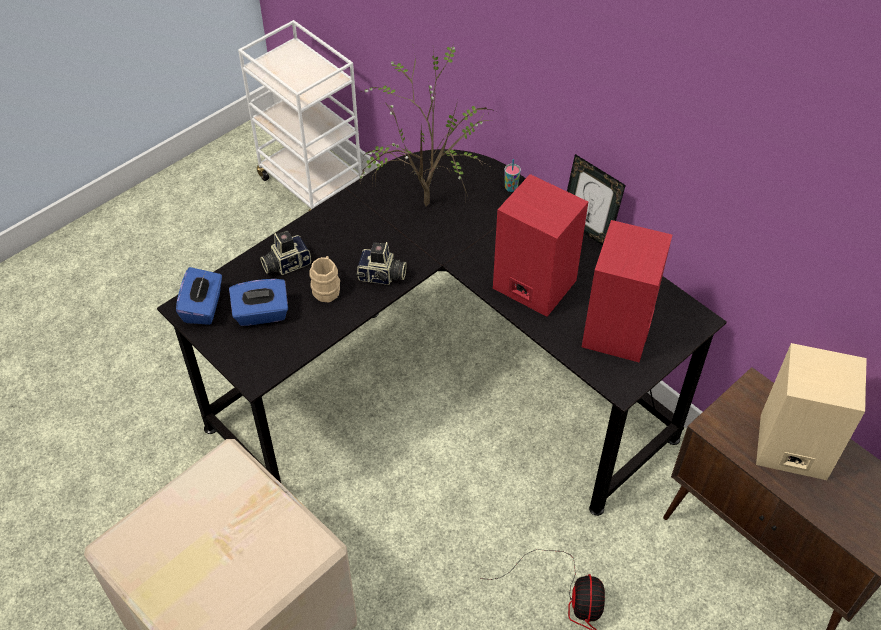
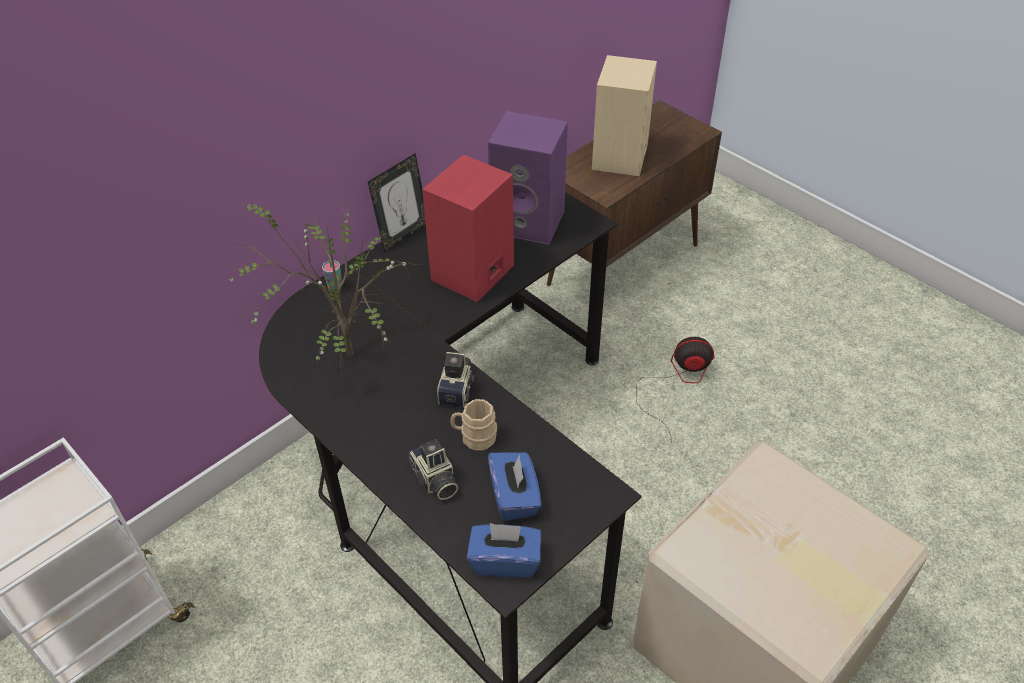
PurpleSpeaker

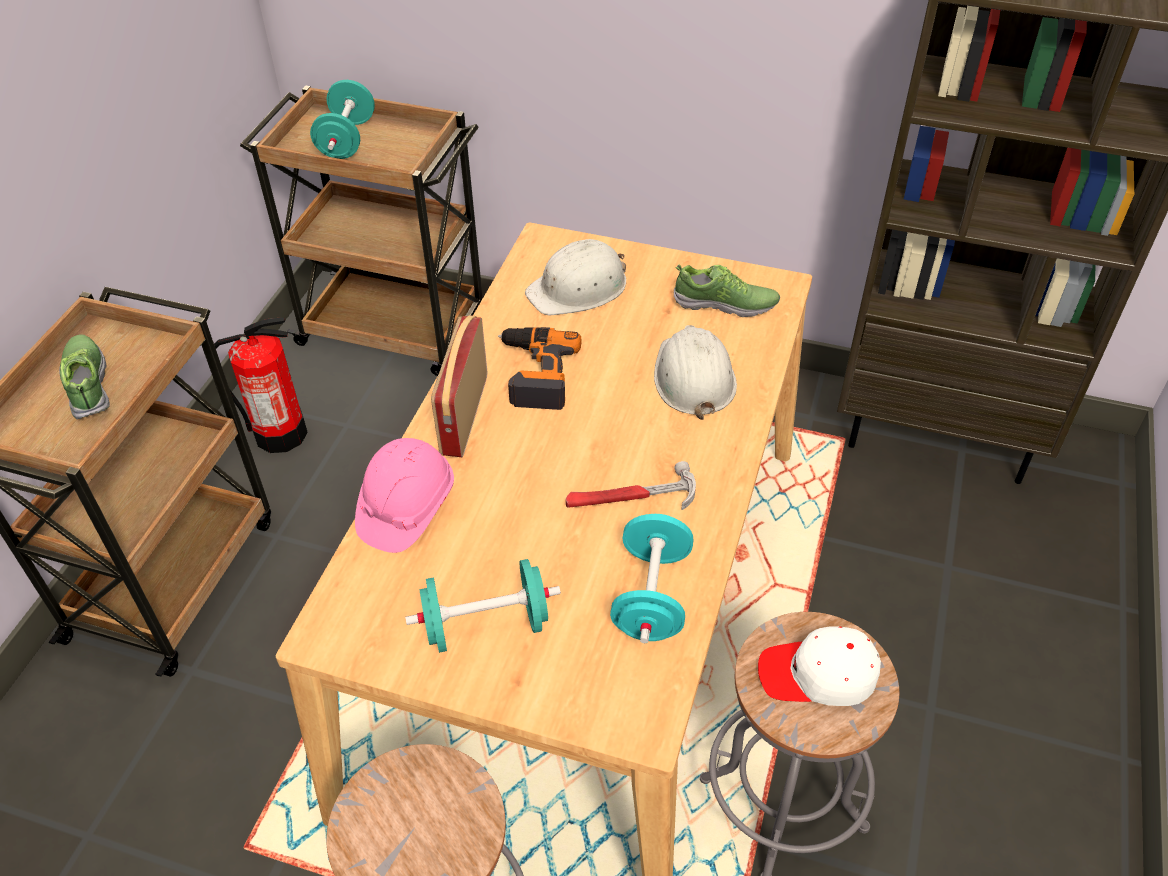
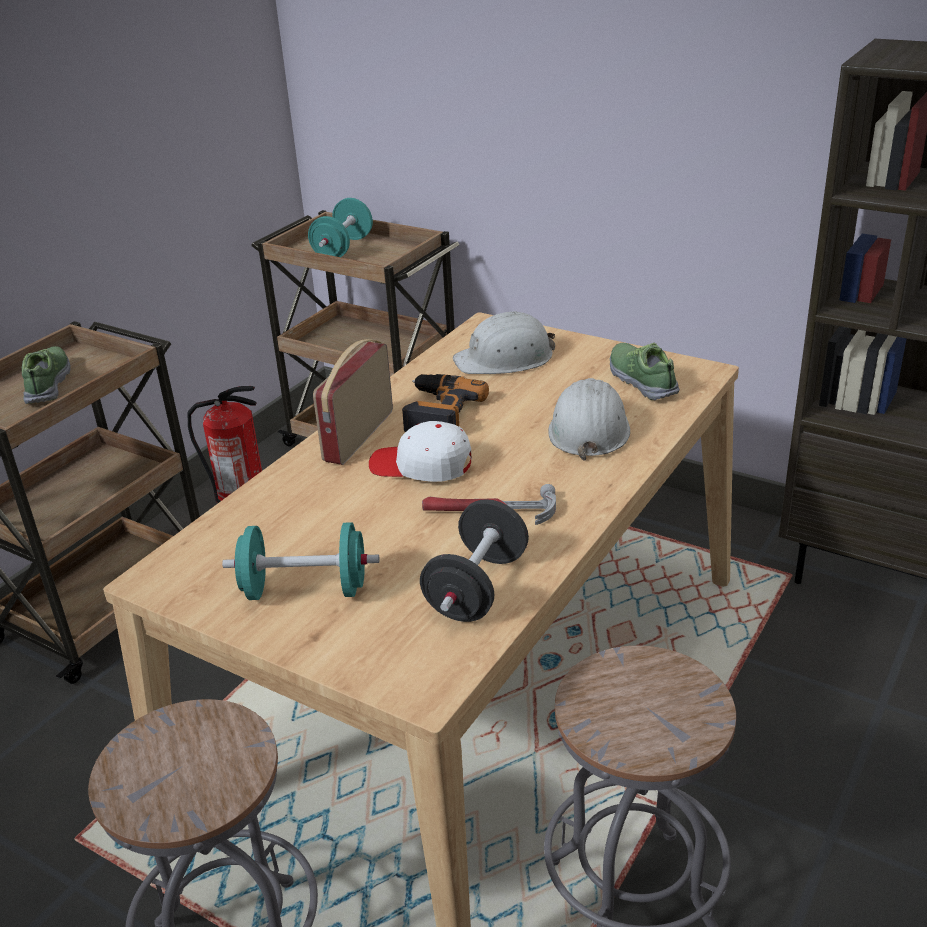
Shoe (no. 2 from left)
PinkHardHat
BlackDumbbell
WhiteCap

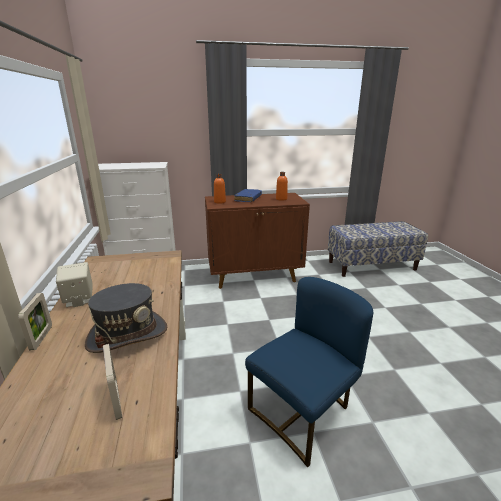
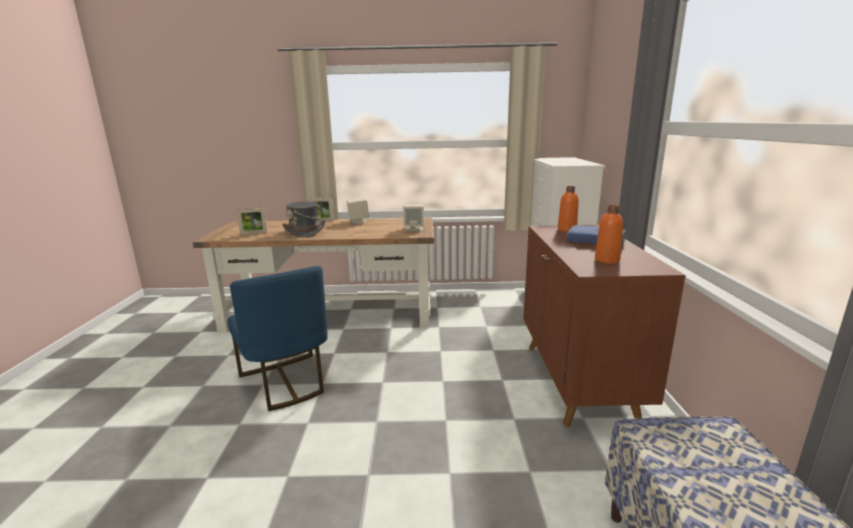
BeigeSpeaker (no. 2 from left)

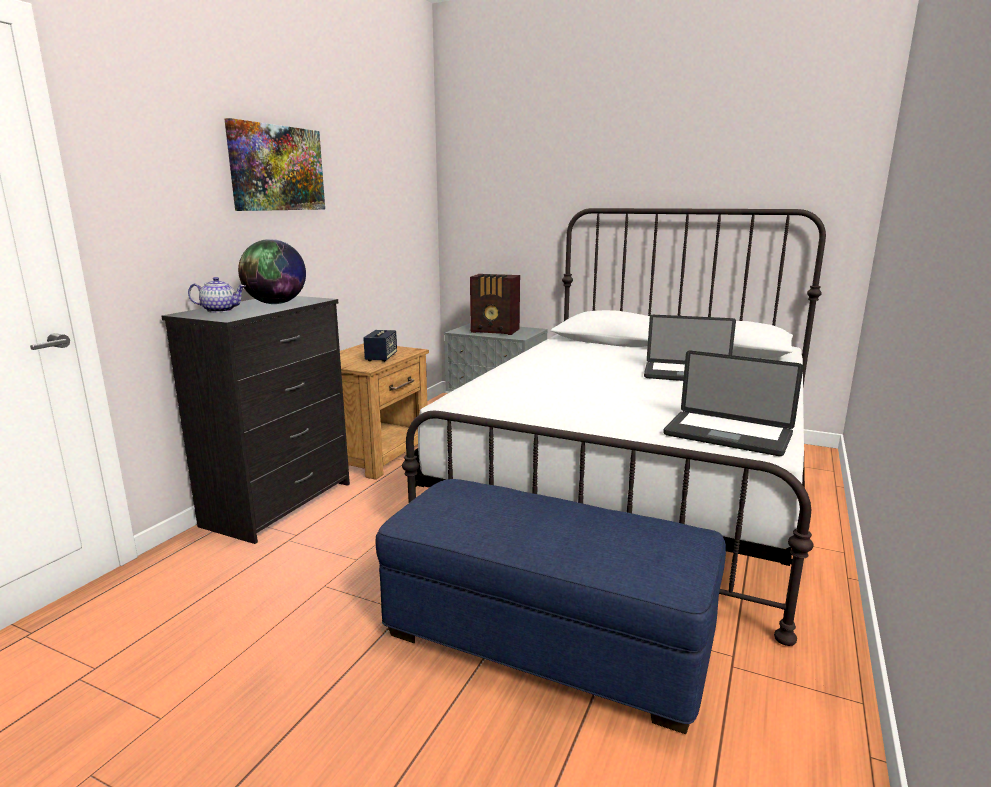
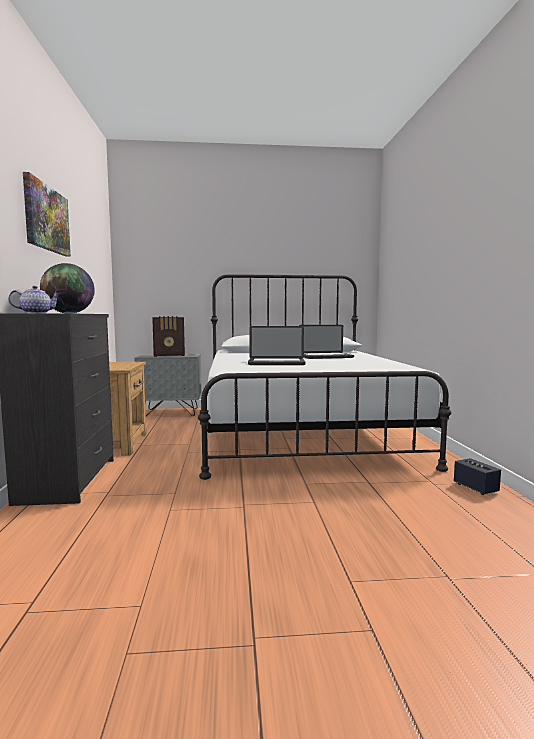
Speaker
Laptop (no. 1 from left)
BlueOttoman

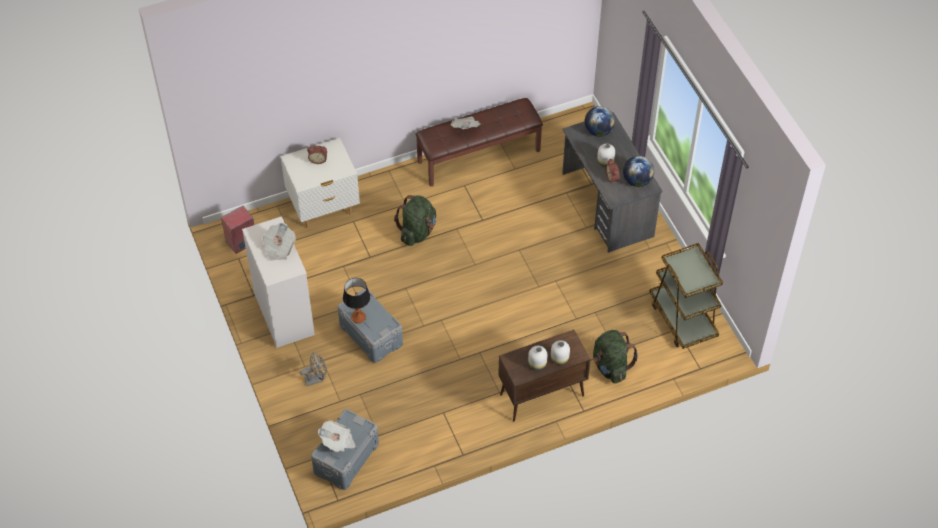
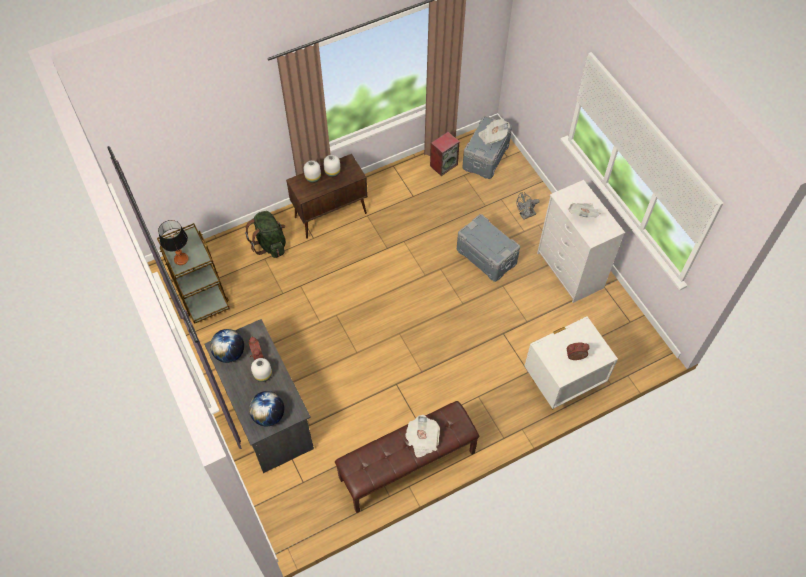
GreenBackpack (no. 1 from left in the first image)
Speaker
TableLamp

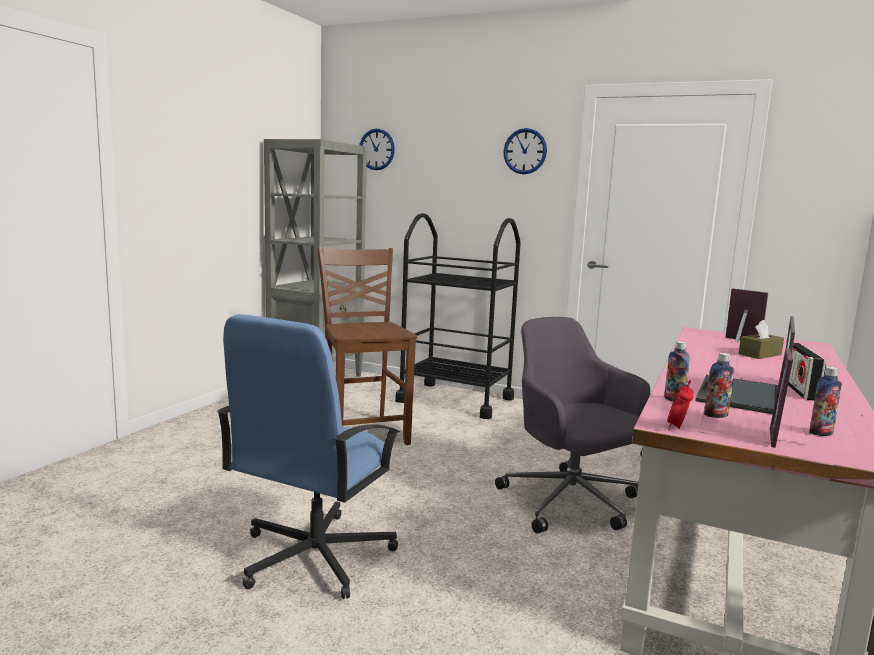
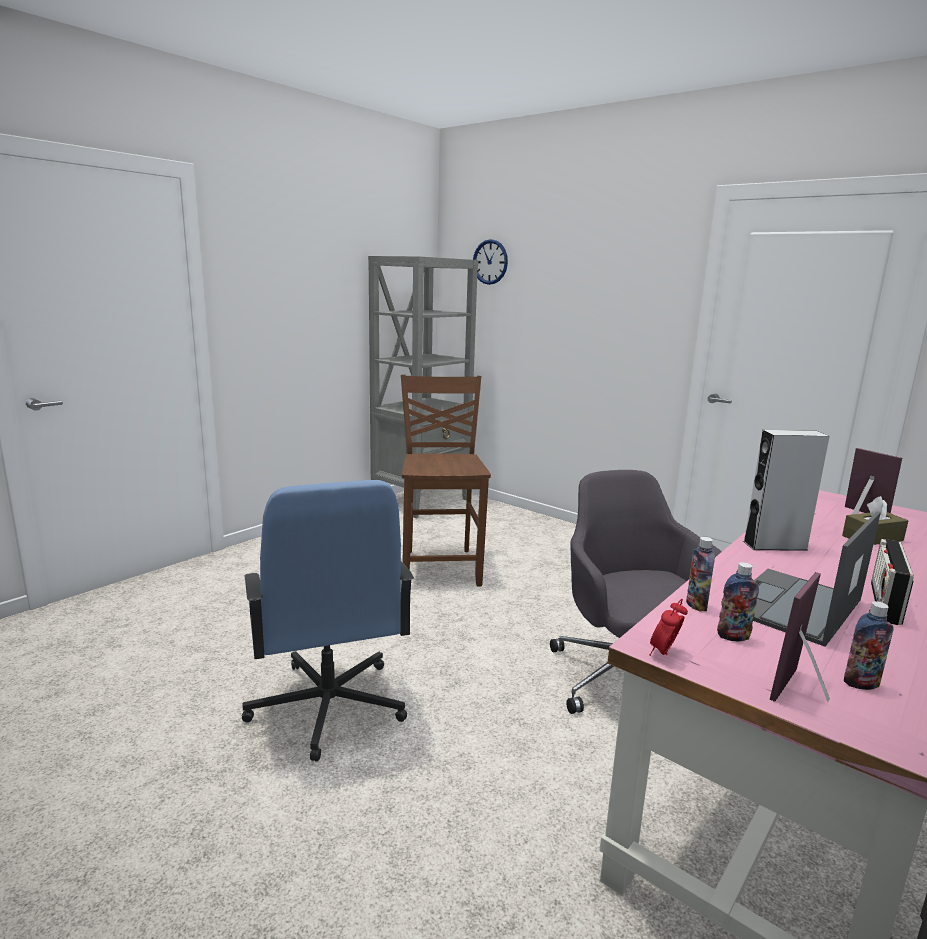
WallClock (no. 2 from left in the first image)
BlackCart
BlueOfficeChair
GreySpeaker

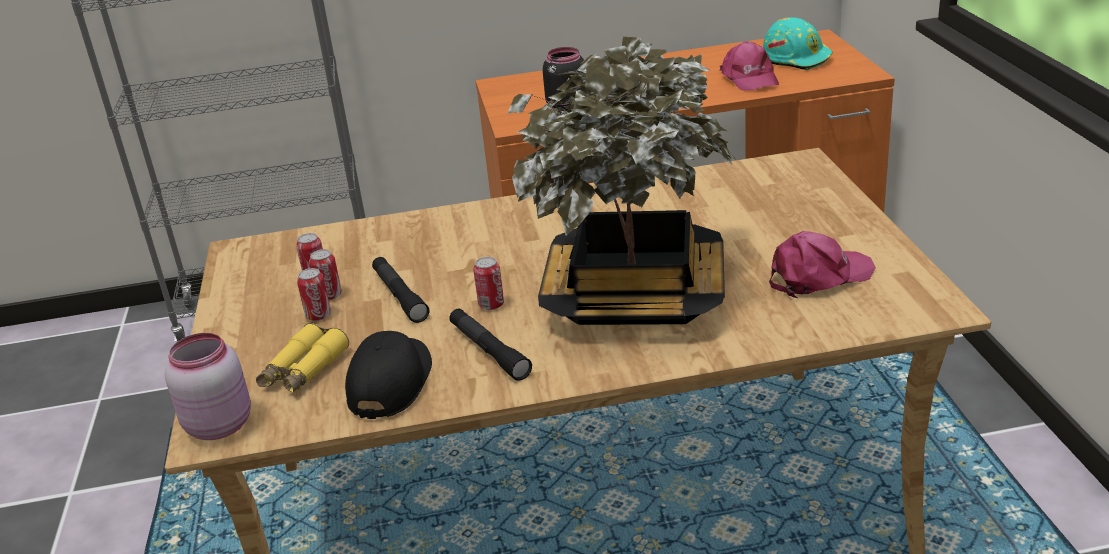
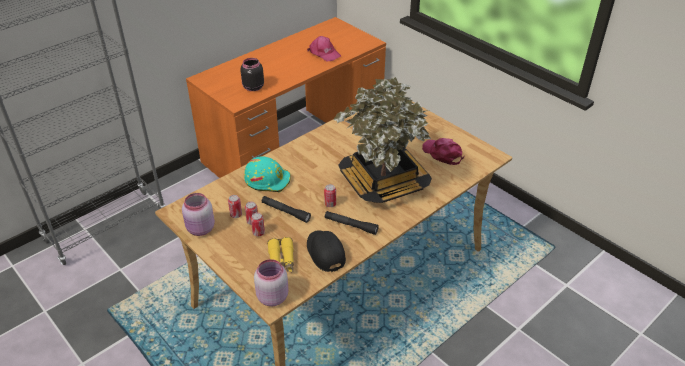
TurquoiseHardHat
PinkCap (no. 2 from left)
PinkJar (no. 1 from left)

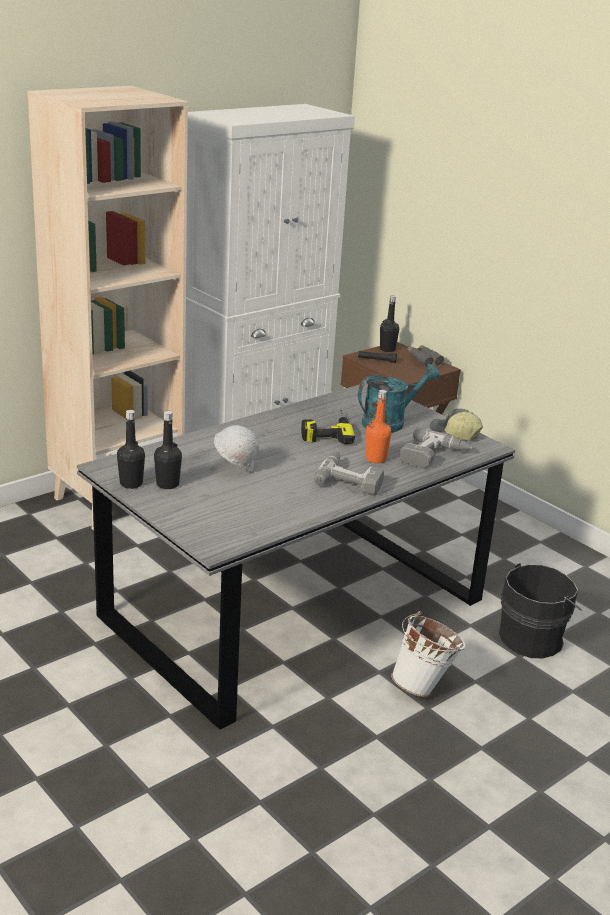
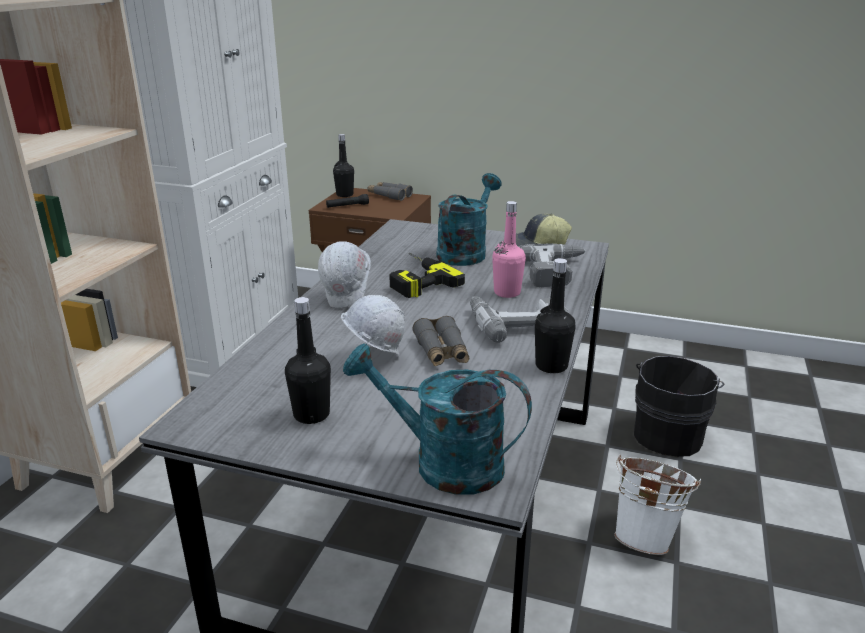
PinkBottle
BlackBottle (no. 3 from left)
WhiteHardHat (no. 1 from left)
GreyBinoculars (no. 2 from left)
TurquoiseWateringCan (no. 1 from left)

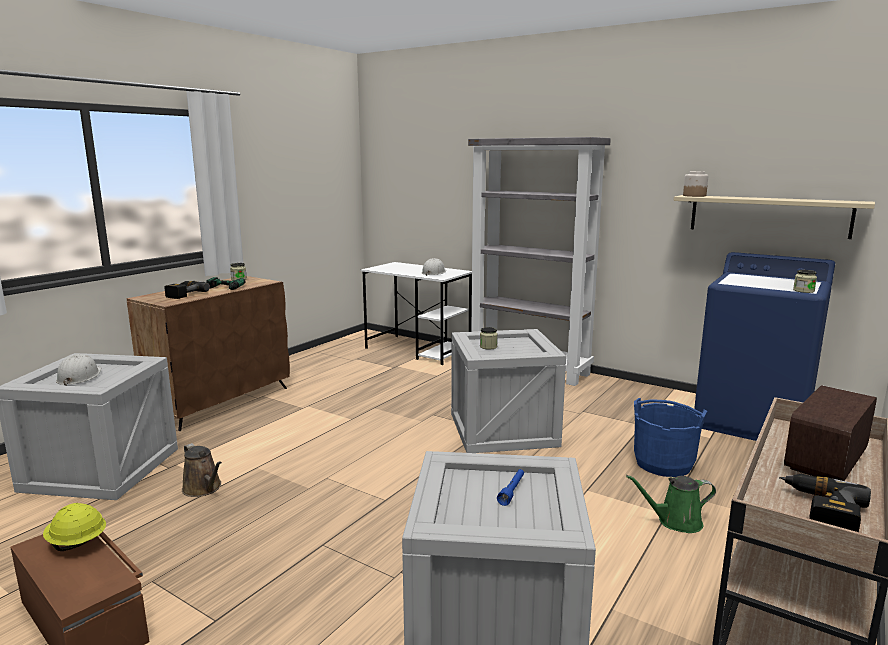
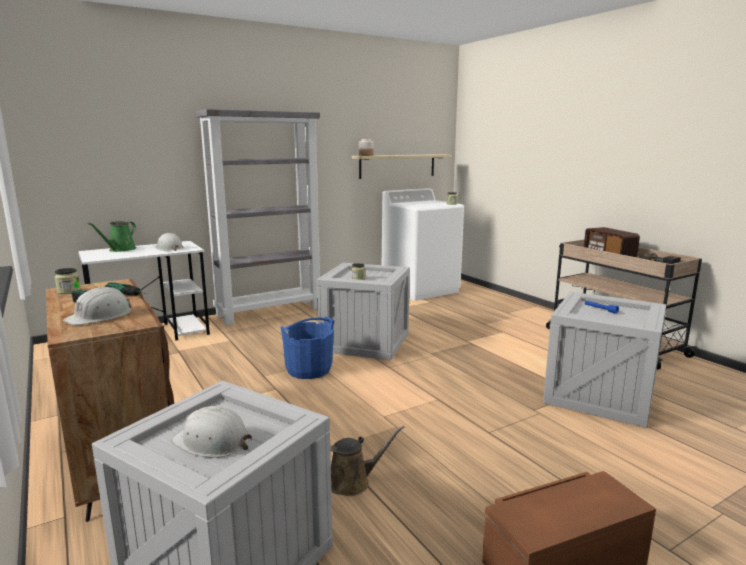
WhiteWashingMachine
WhiteHardHat (no. 1 from left)
BlueBucket
GreenWateringCan
YellowHardHat

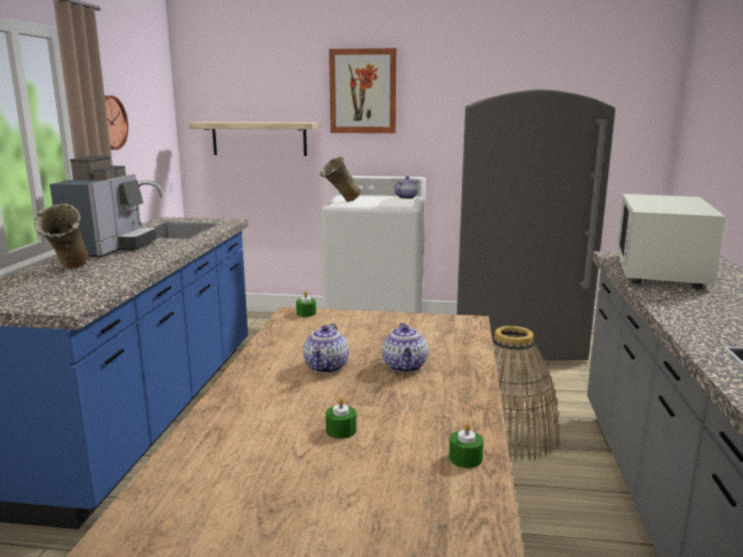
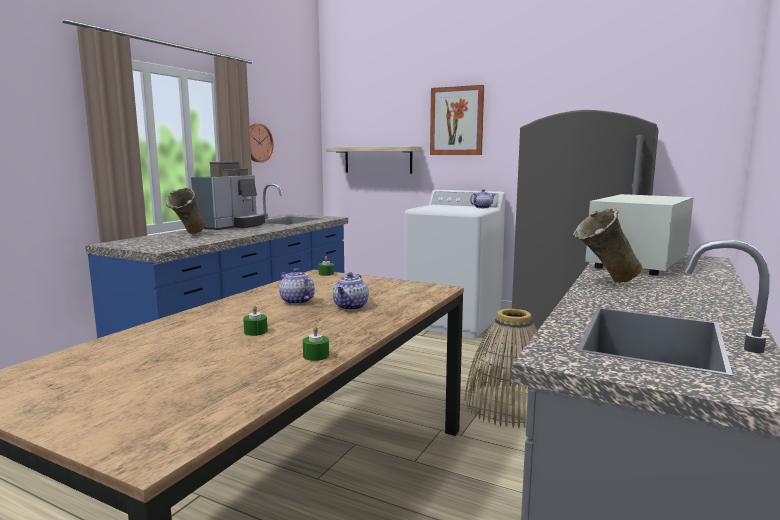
BeigeVase (no. 2 from left)
Teapot (no. 1 from left)

